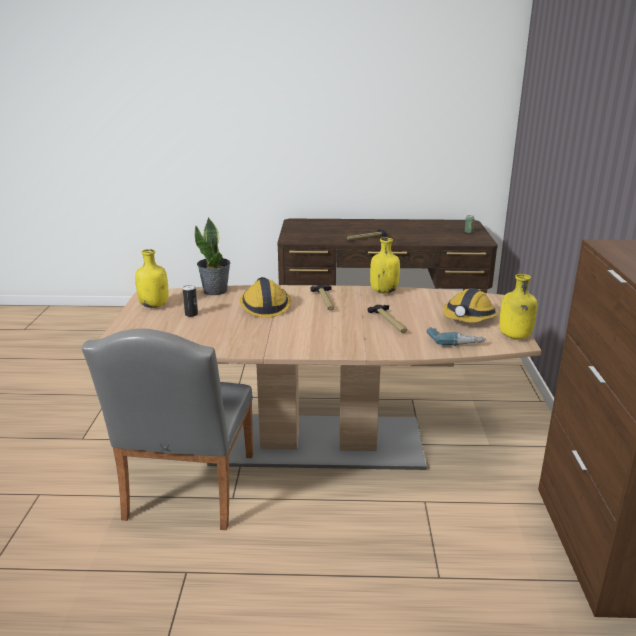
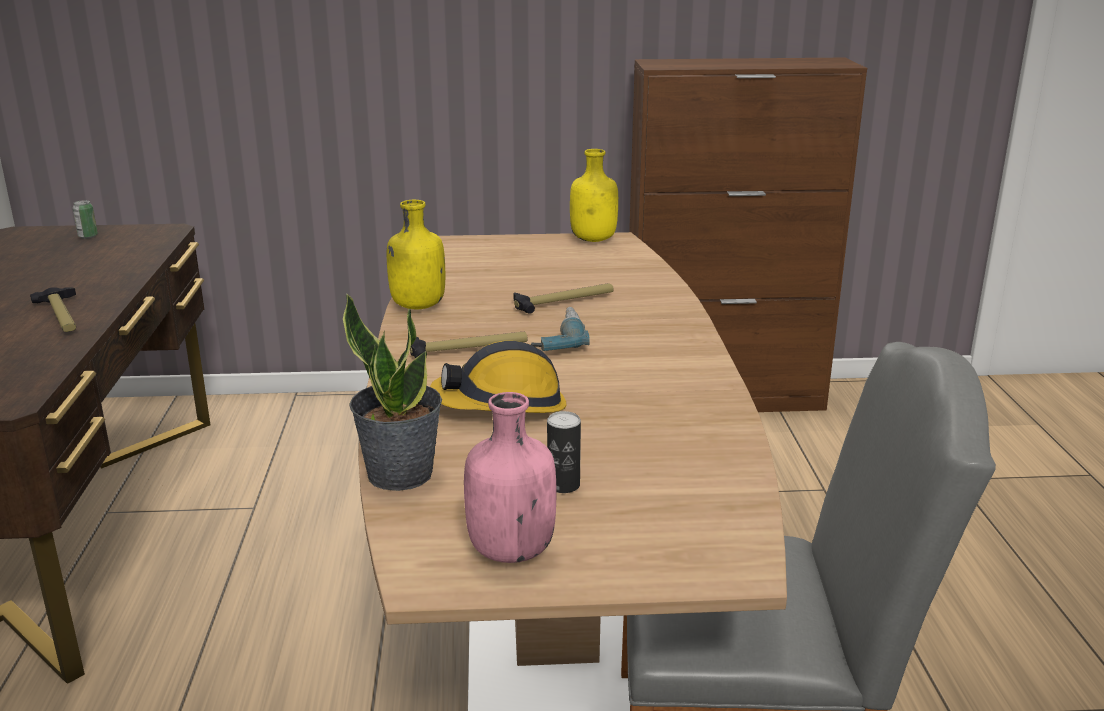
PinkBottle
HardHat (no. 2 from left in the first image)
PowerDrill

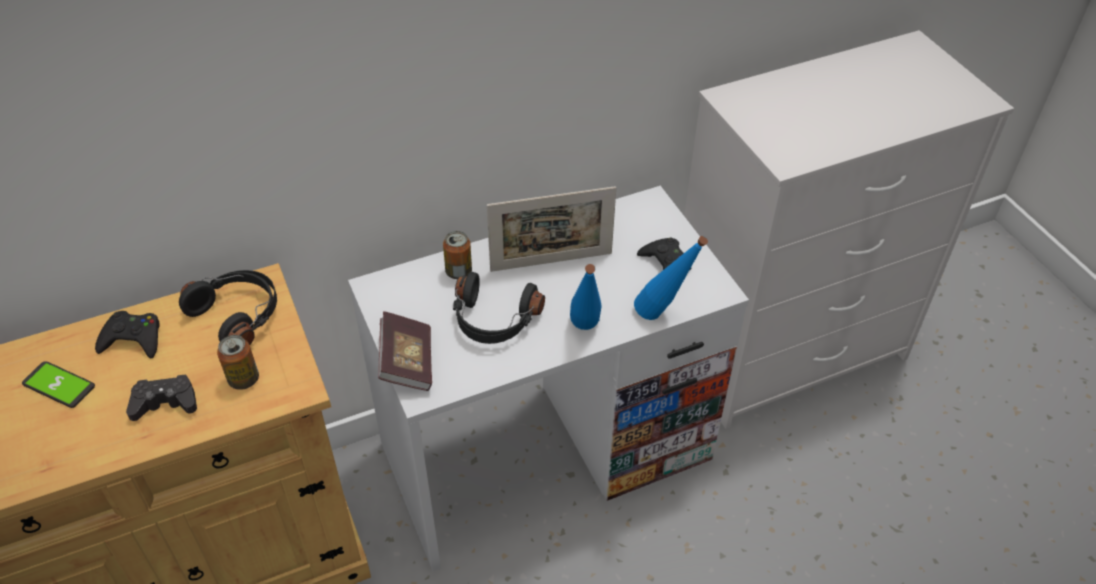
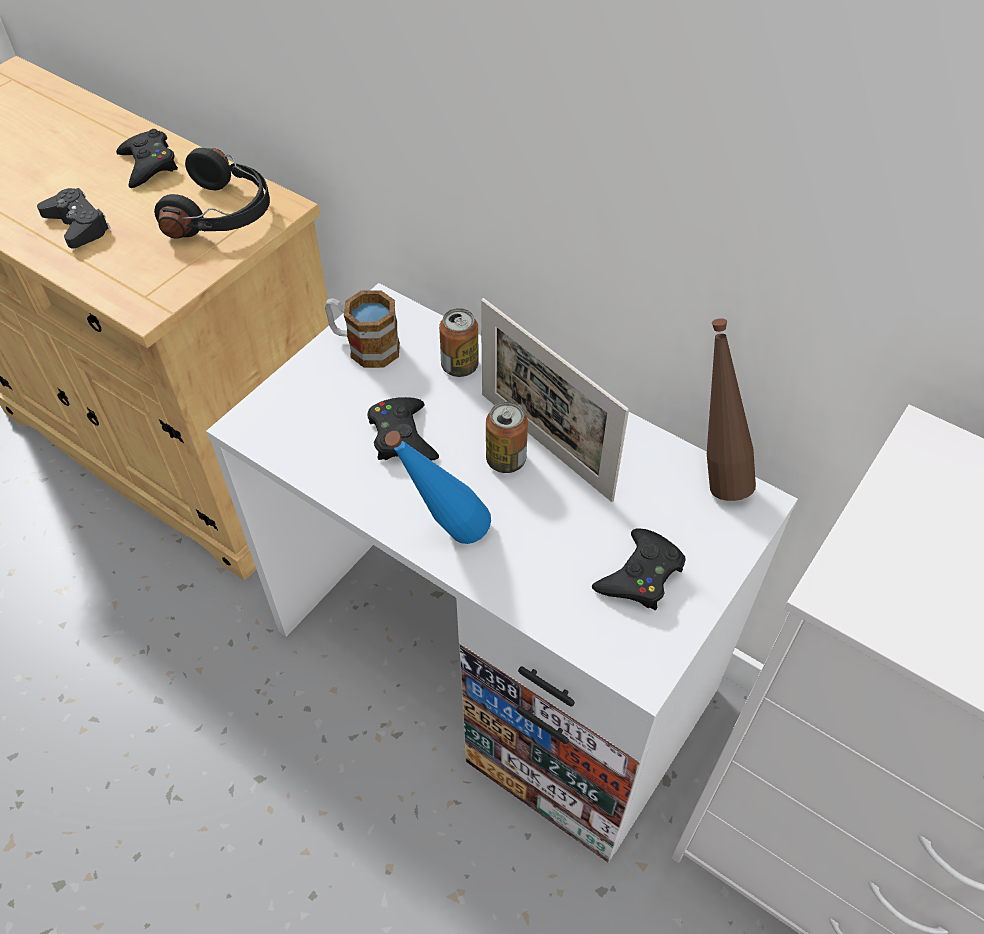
BlueBottle (no. 2 from left in the first image)
BlackGameController (no. 3 from left)
Book
Can (no. 2 from left)
Phone
Mug
BrownBottle

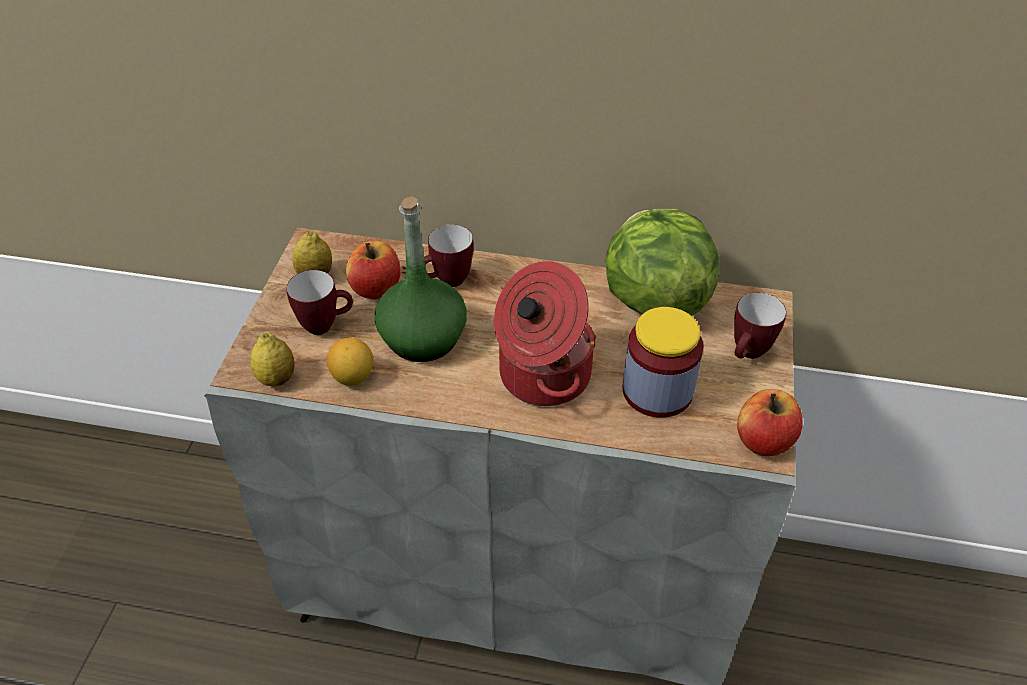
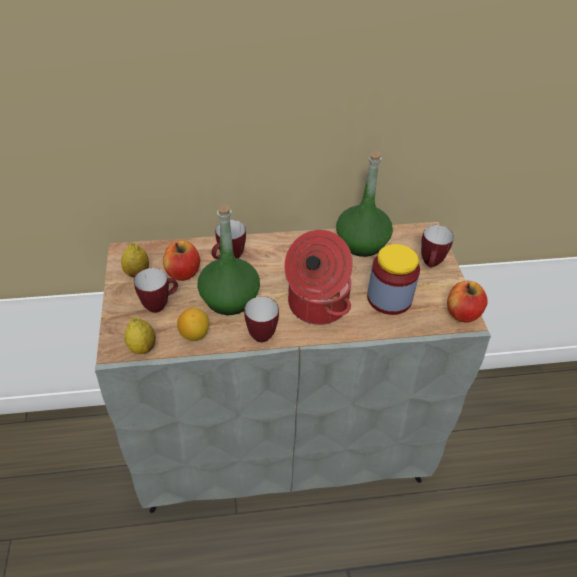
GreenBottle (no. 2 from left)
Mug (no. 3 from left)

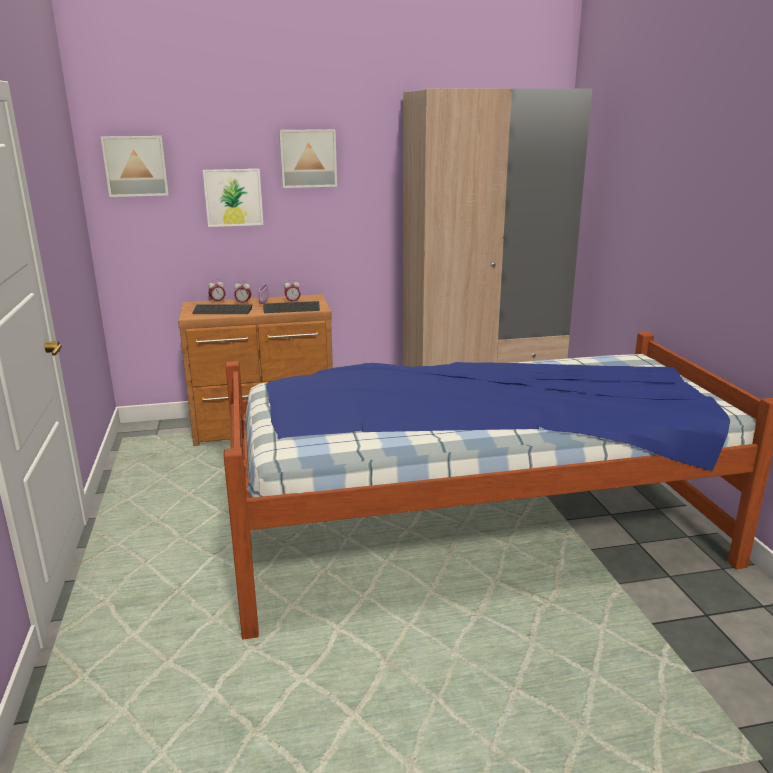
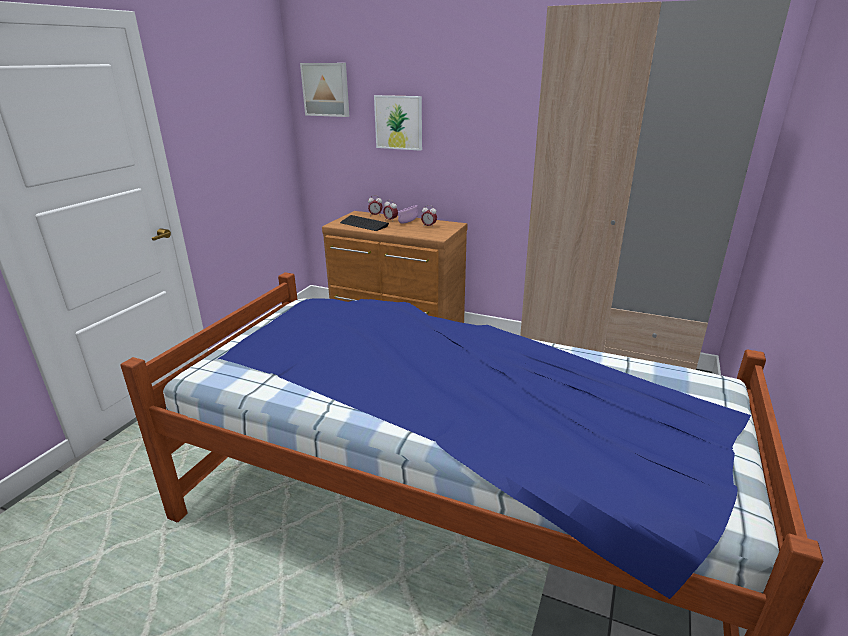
Picture (no. 3 from left in the first image)
Keyboard (no. 2 from left in the first image)

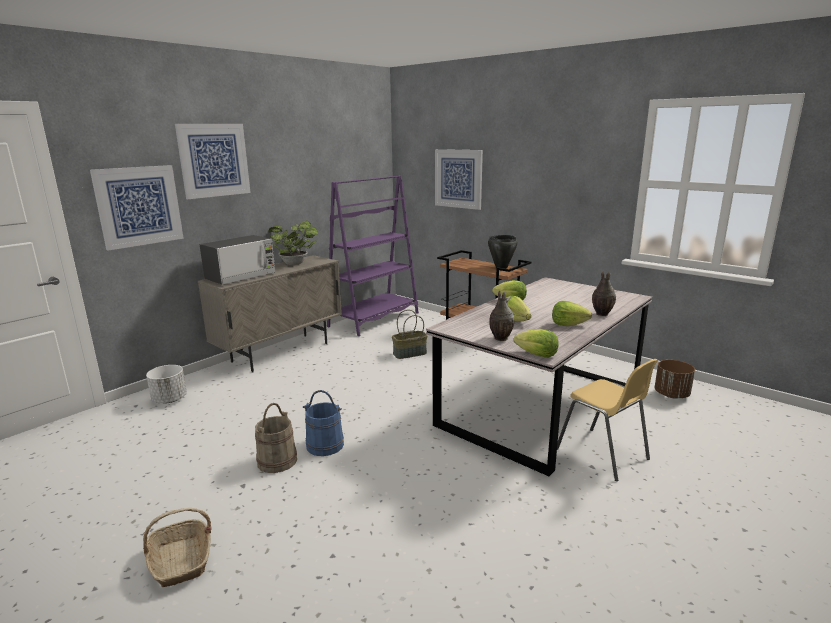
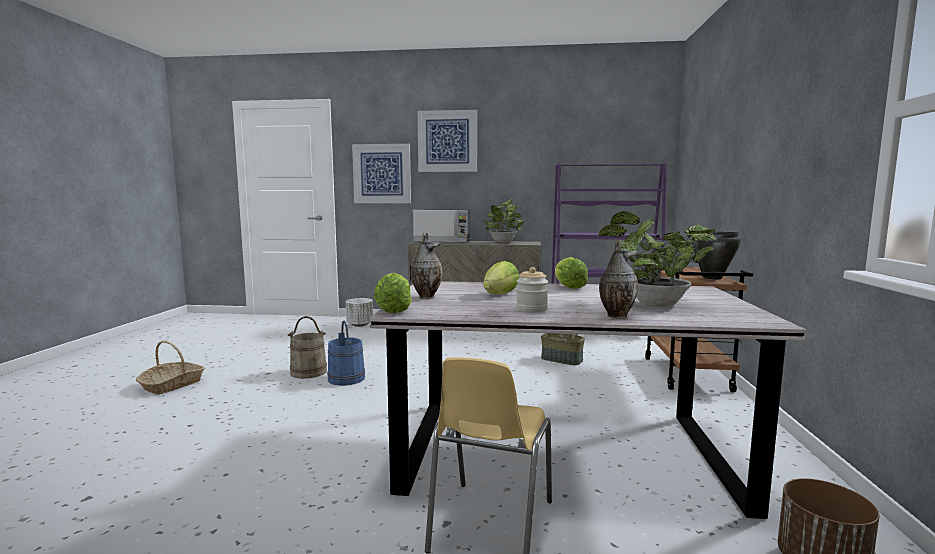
Picture (no. 3 from left in the first image)
Jar
PottedPlant (no. 2 from left)

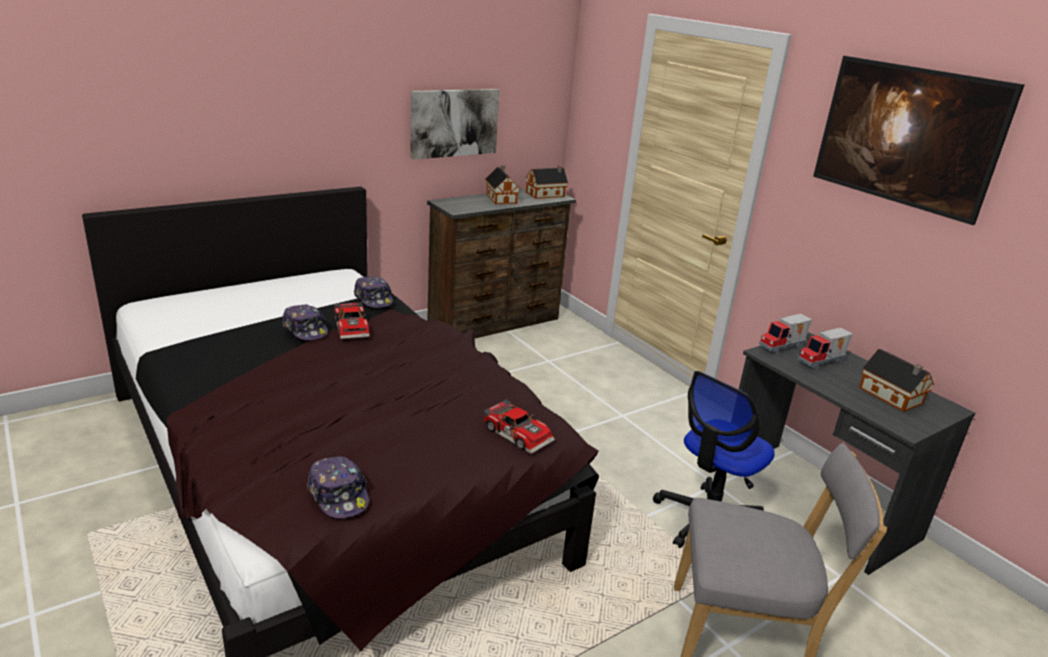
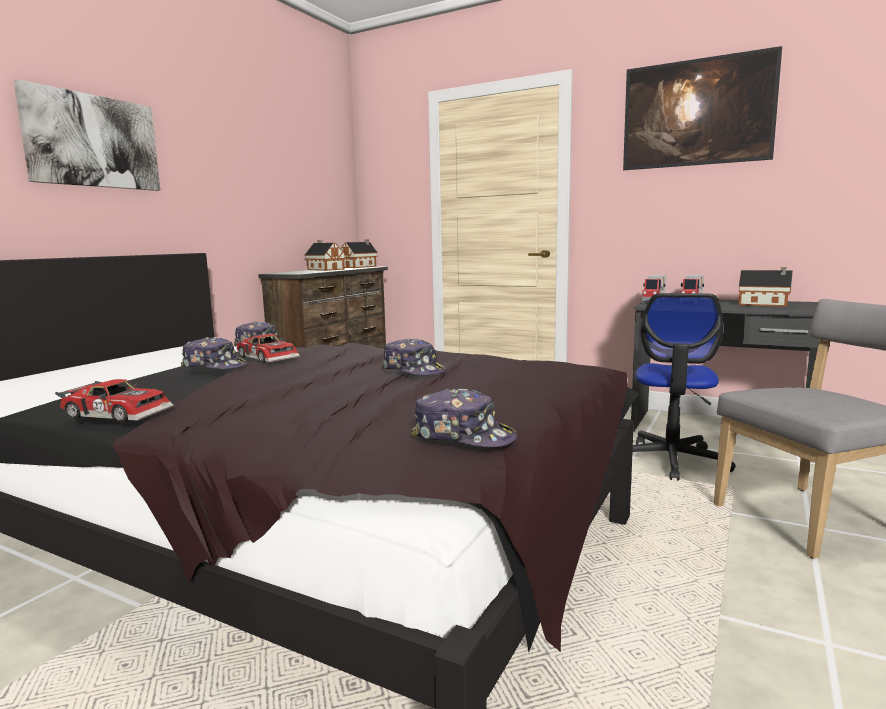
Picture (no. 1 from left)
ToyCar (no. 1 from left)
Cap (no. 3 from left)

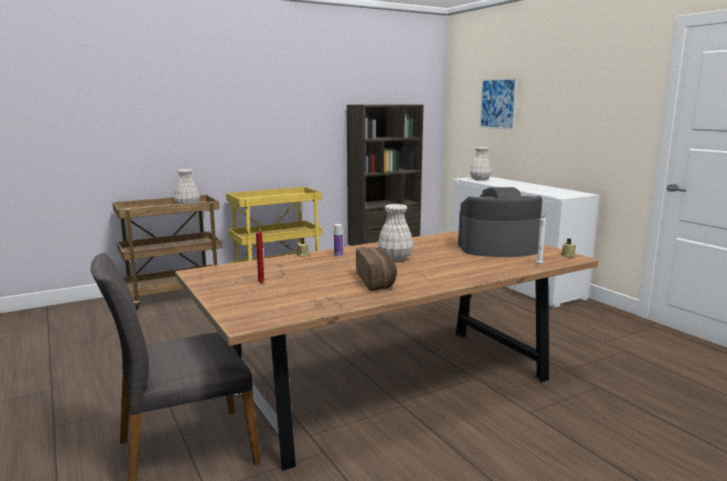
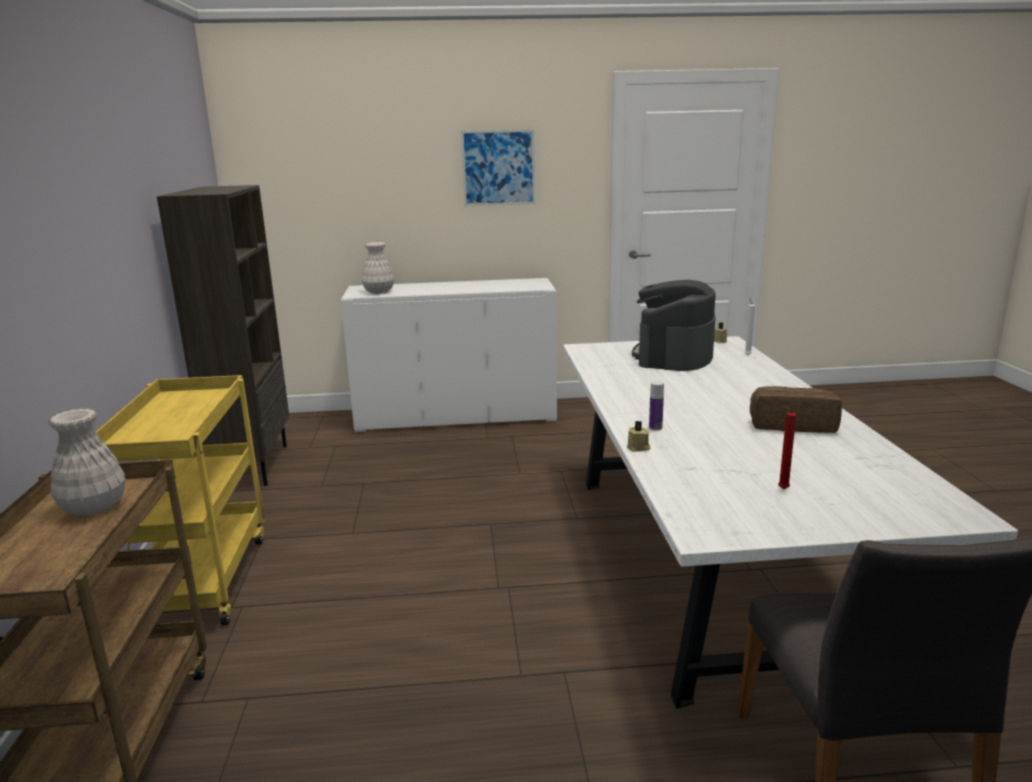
Picture
WhiteVase (no. 2 from left in the first image)
WhiteDiningTable

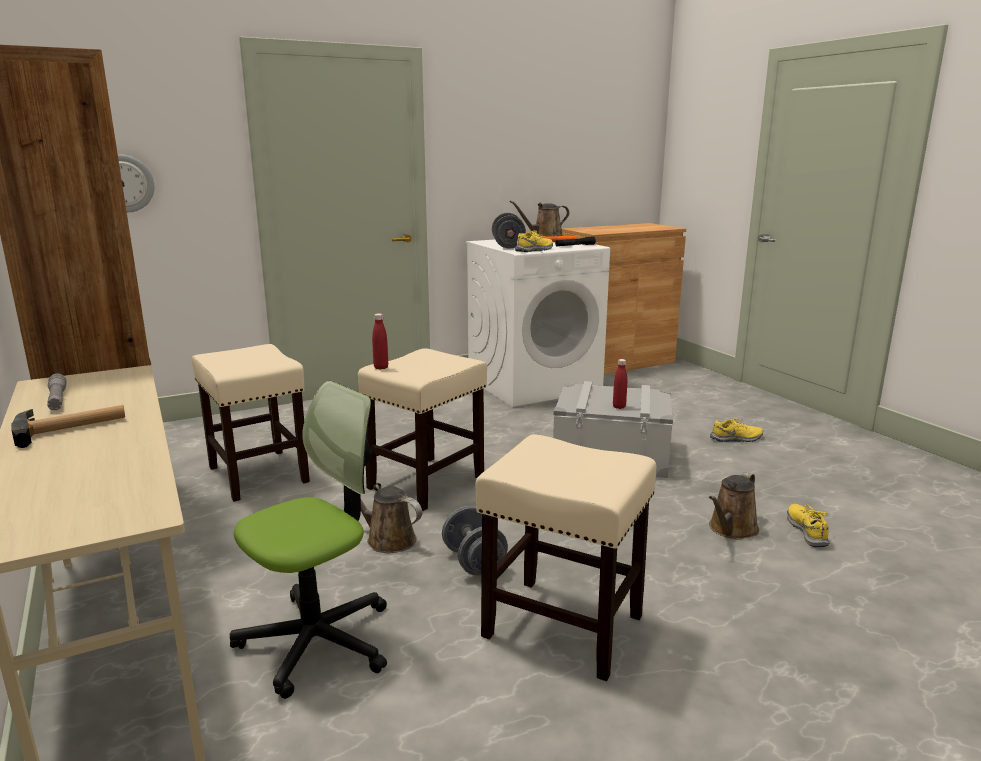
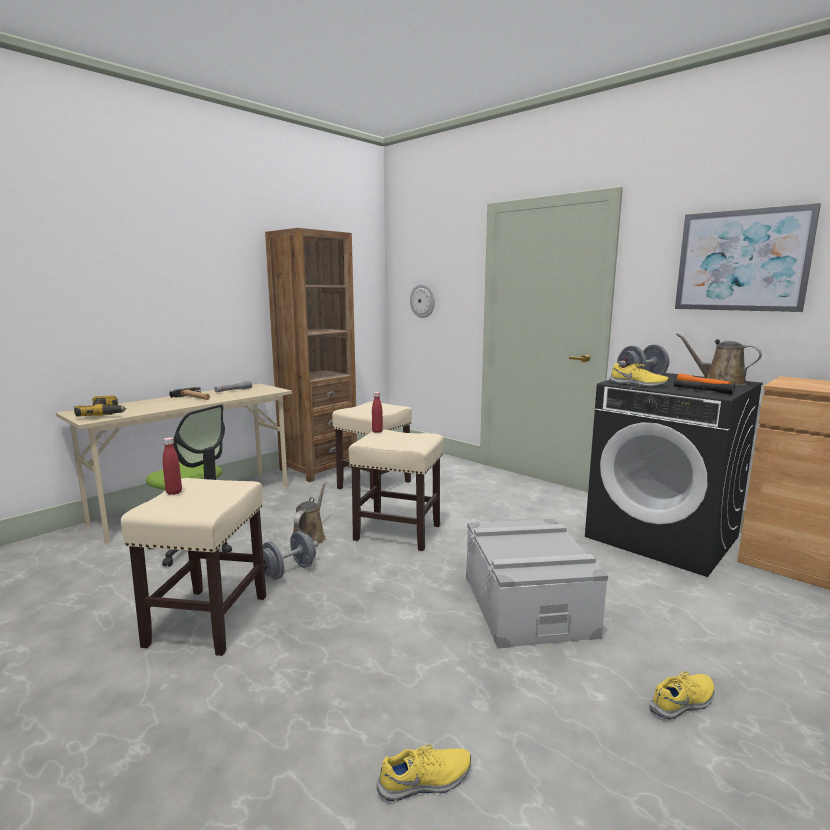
BlackWashingMachine
RedBottle (no. 1 from left)
YellowShoe (no. 3 from left)
BrownWateringCan (no. 3 from left in the first image)
Picture
PowerDrill

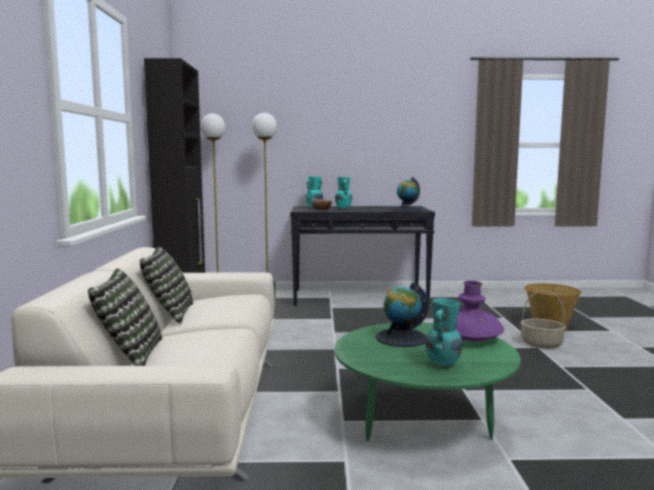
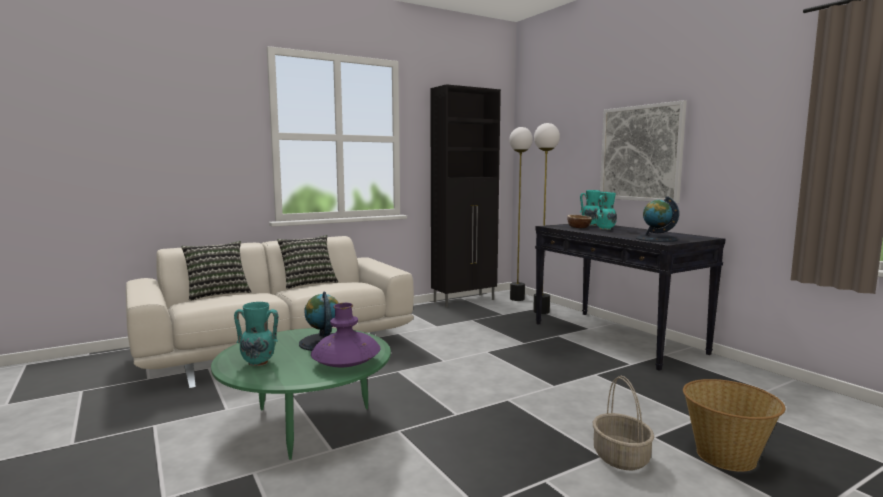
Picture

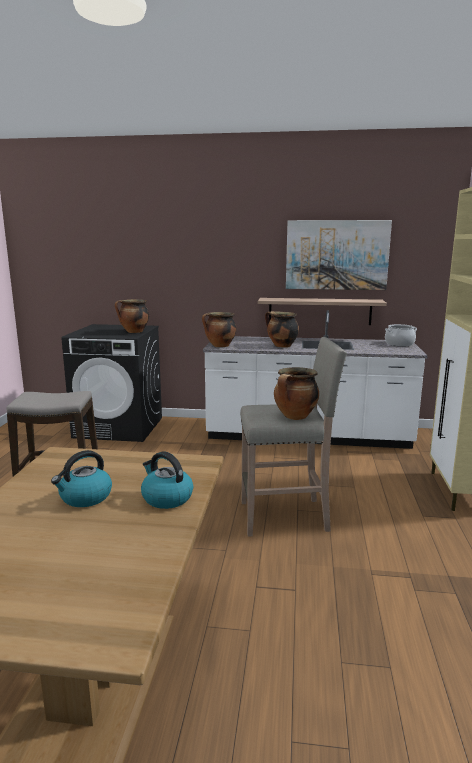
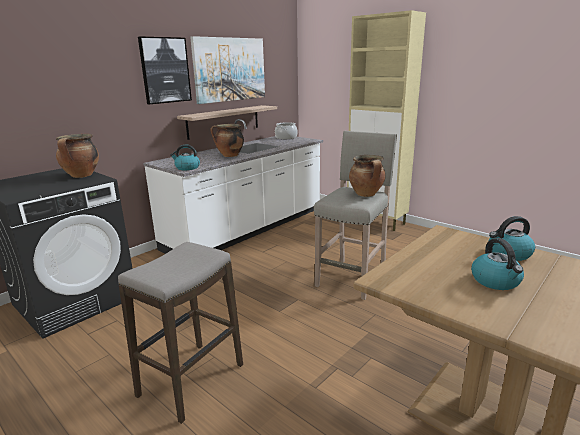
Kettle (no. 1 from left)
Picture (no. 1 from left)

